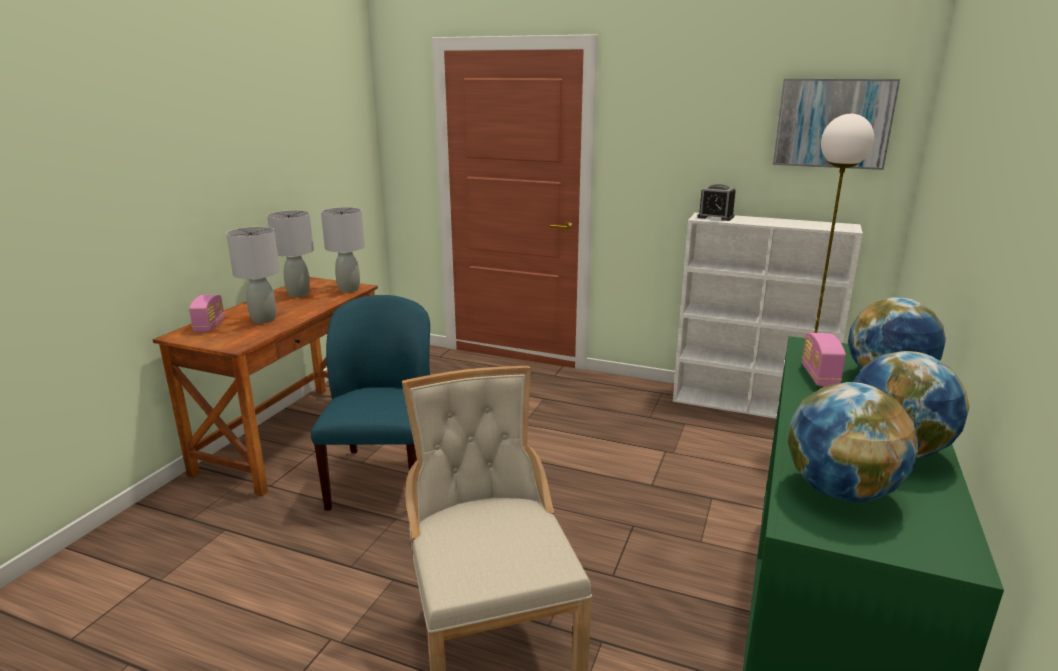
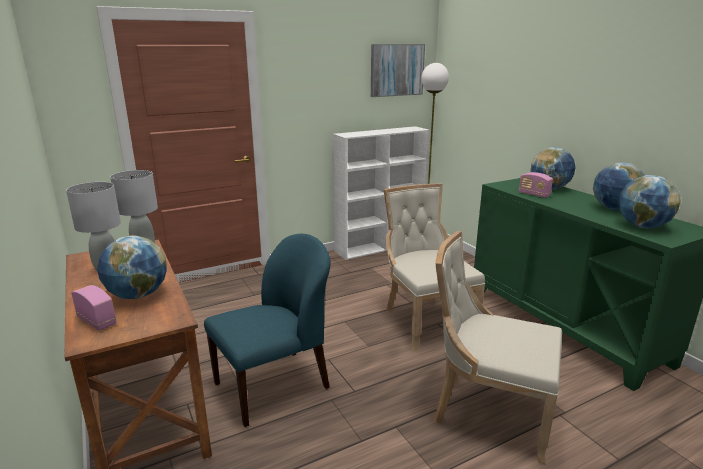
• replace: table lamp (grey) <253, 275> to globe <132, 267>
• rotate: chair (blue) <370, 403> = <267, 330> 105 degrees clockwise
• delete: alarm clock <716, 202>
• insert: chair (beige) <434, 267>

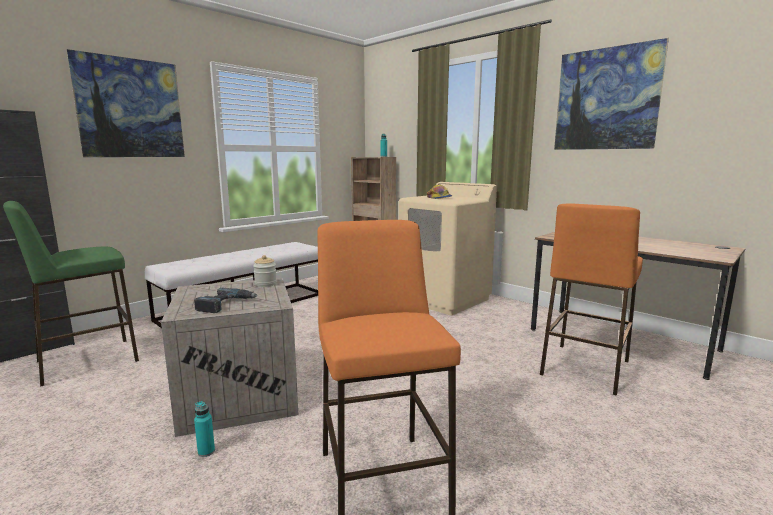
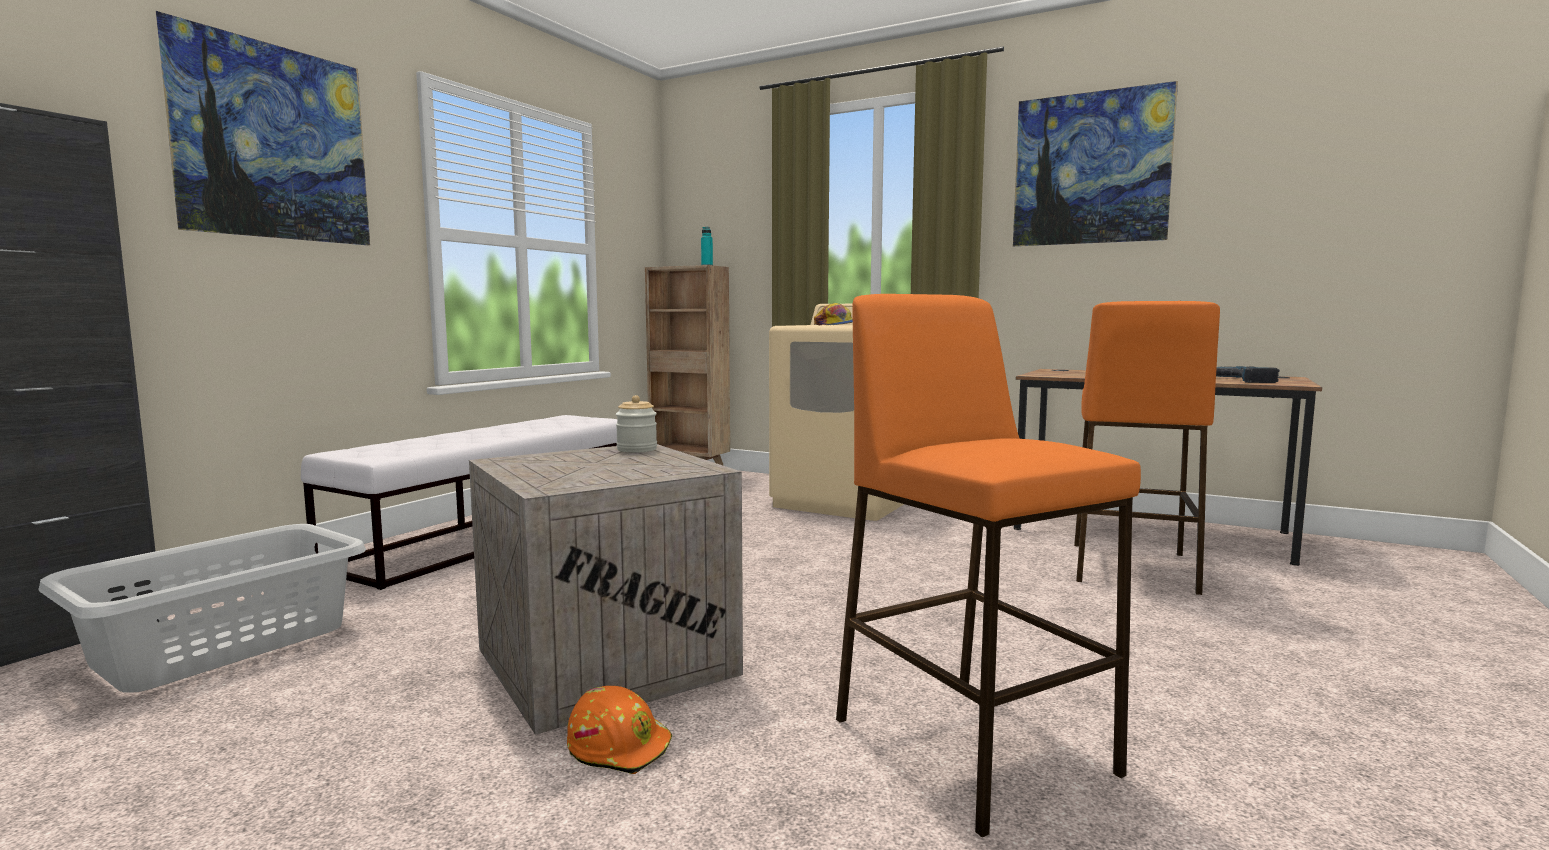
• replace: stool (green) <71, 294> to laundry basket (grey) <202, 608>
• move: power drill <226, 300> to <1248, 374>
• replace: bottle (turquoise) <204, 429> to hard hat (orange) <619, 730>

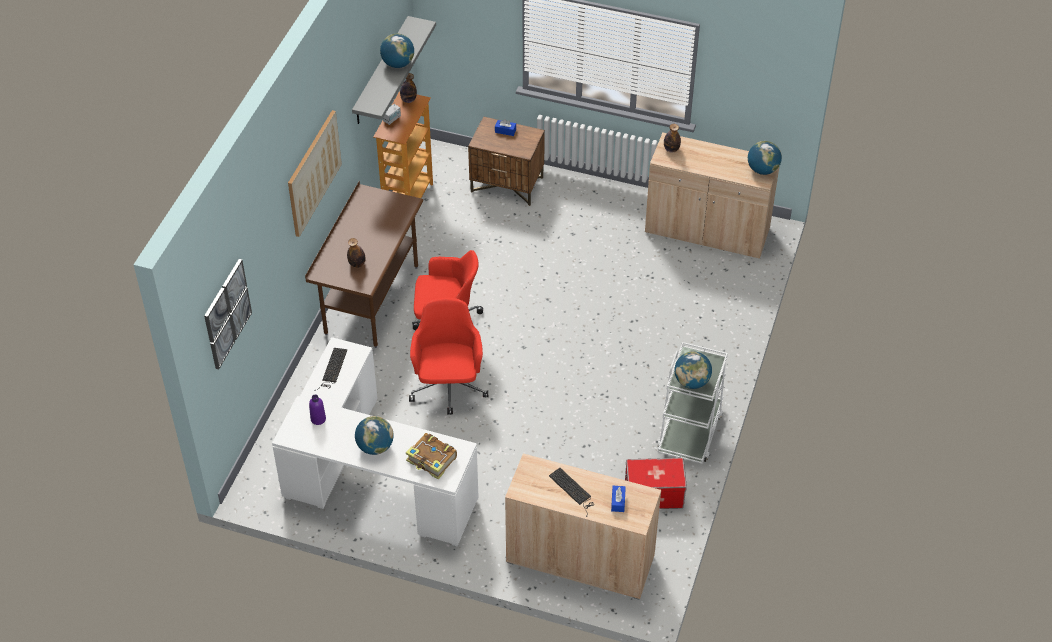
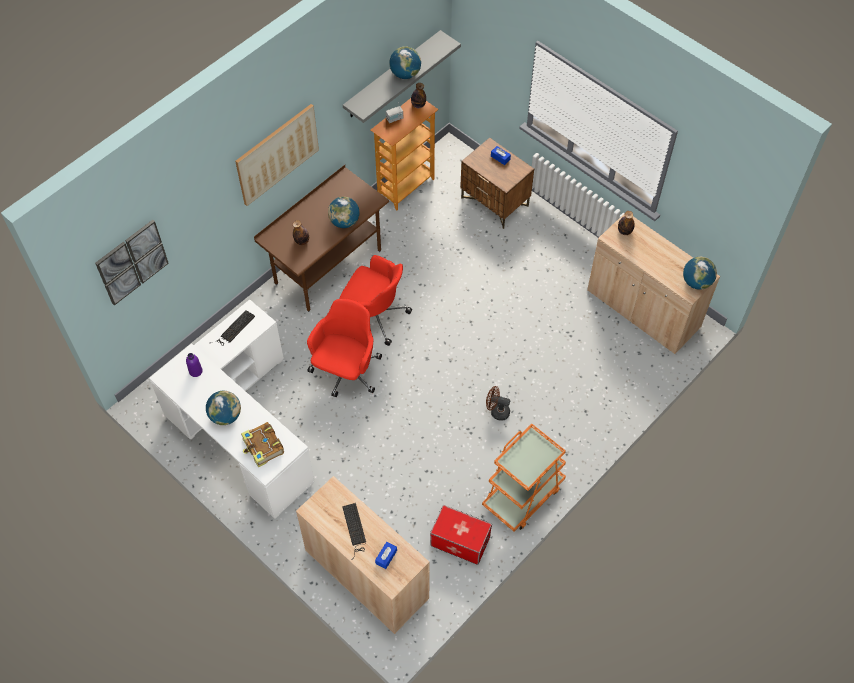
• recolor: cart (white) <692, 403> to cart (orange) <524, 477>
• move: globe <693, 370> to <343, 212>
• insert: fan (brown) <498, 403>

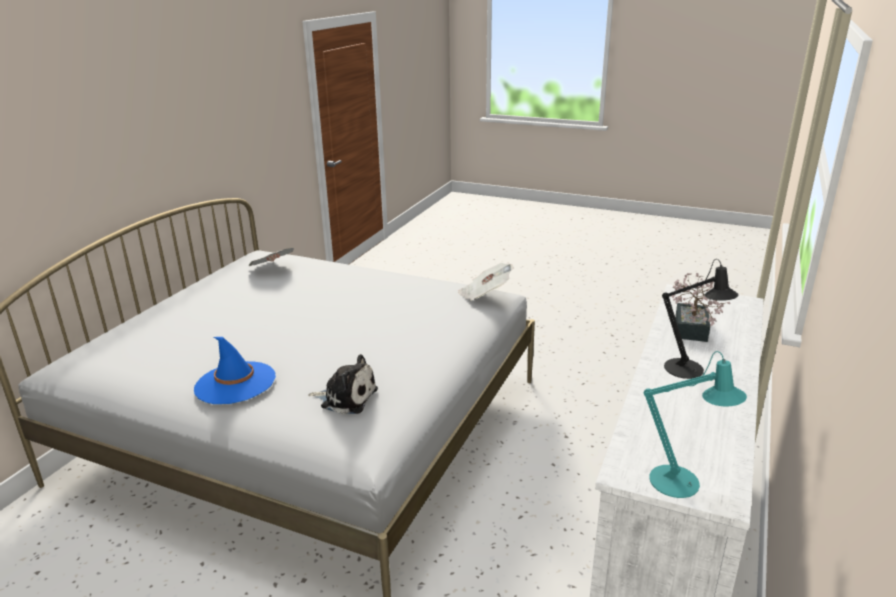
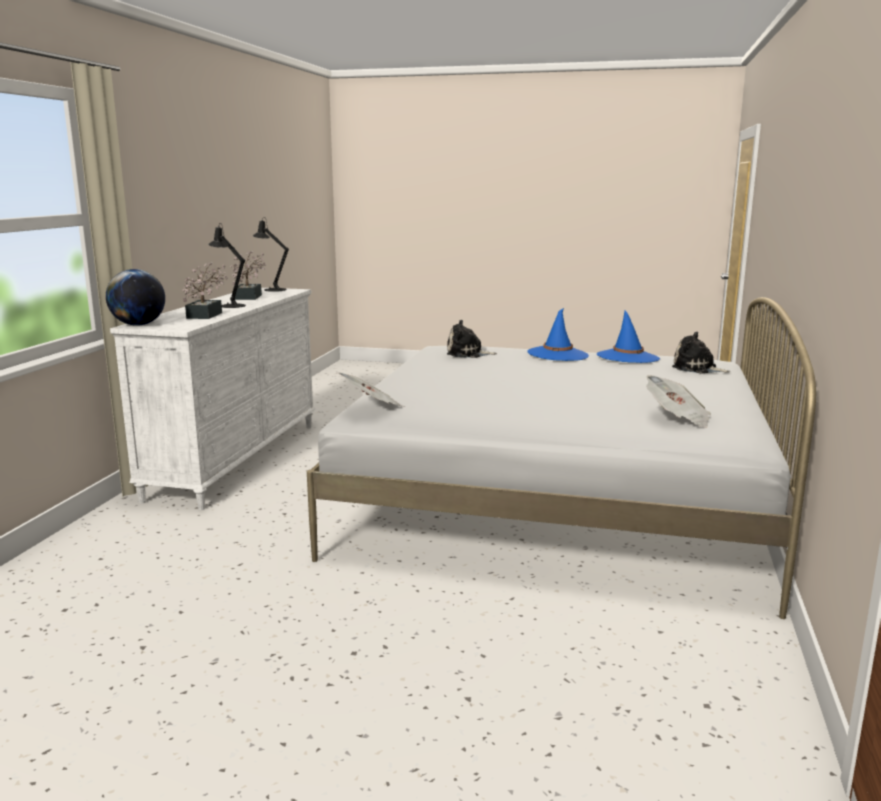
• recolor: table lamp (turquoise) <695, 424> to table lamp (black) <271, 254>
• insert: globe <135, 297>
• insert: potted plant <248, 275>
• insert: hat (blue) <628, 337>
• insert: plush toy <701, 352>

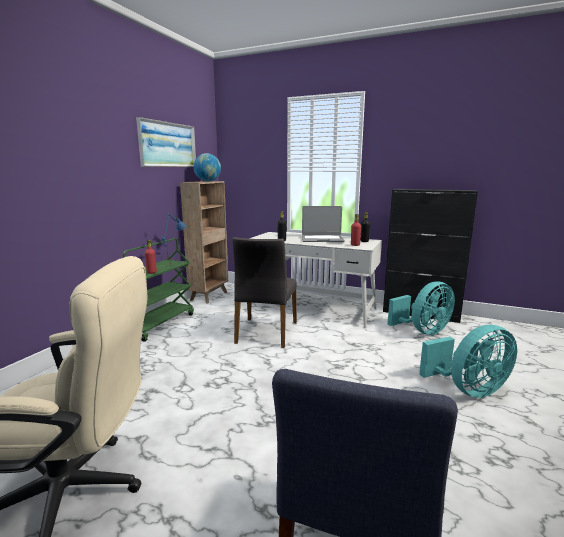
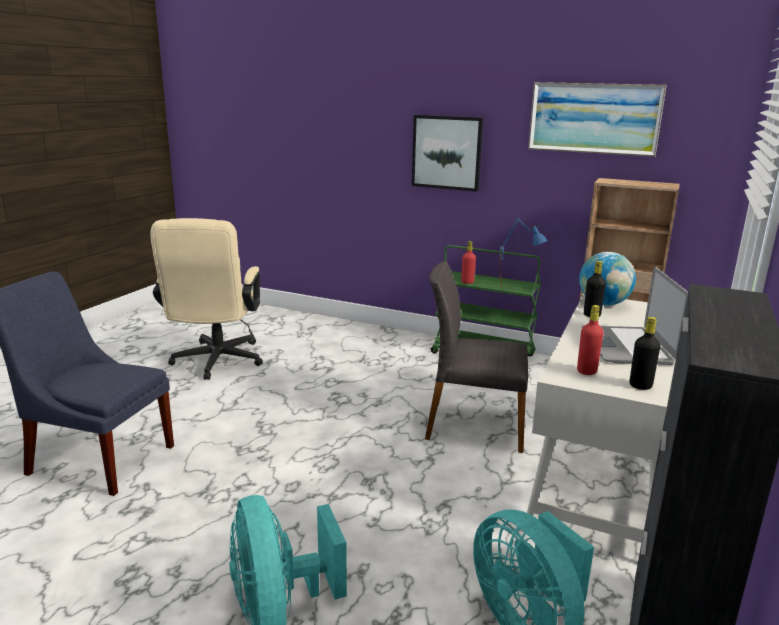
• move: globe <207, 167> to <607, 279>
• insert: picture <447, 153>

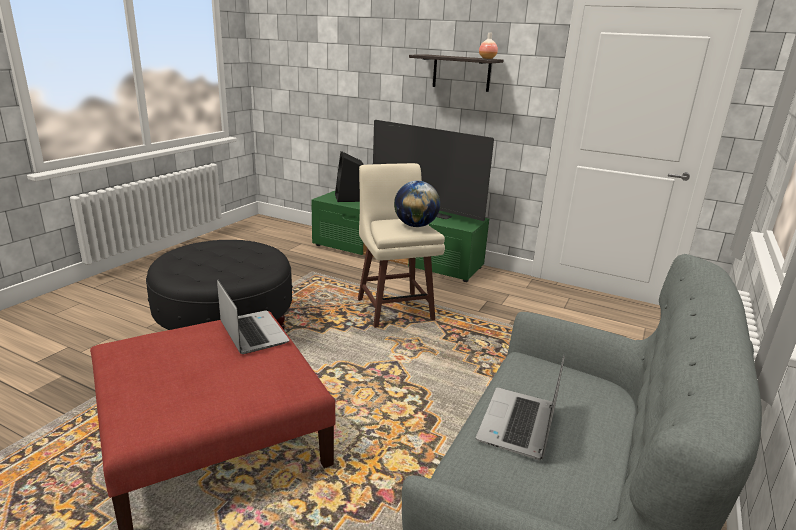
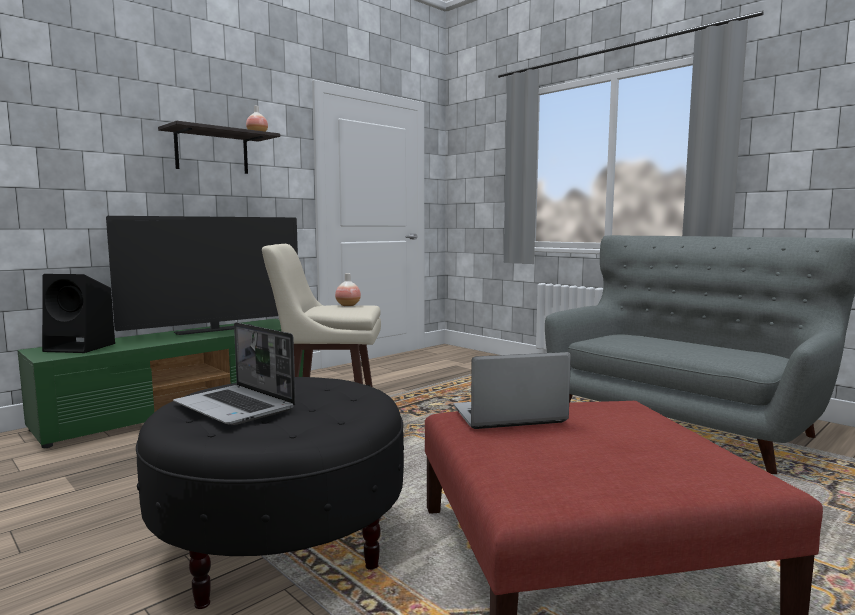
• replace: globe <417, 204> to vase <348, 289>
• move: laptop <520, 407> to <234, 373>

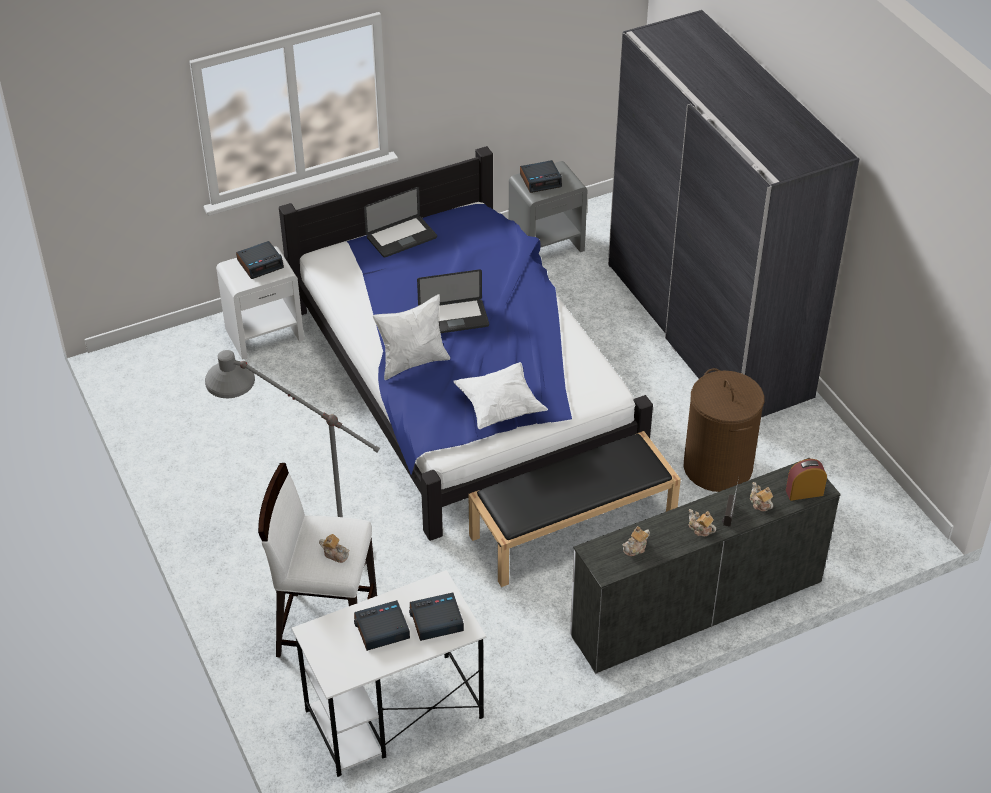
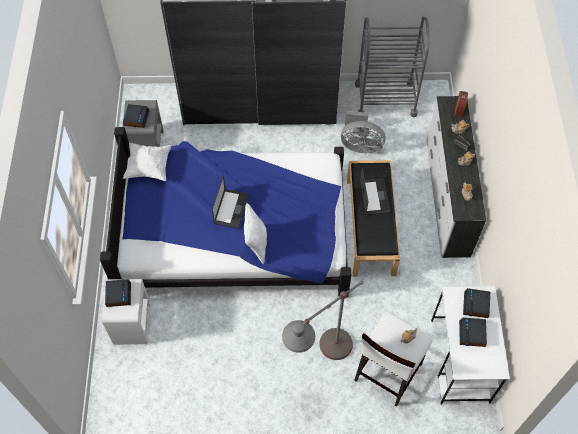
• move: laptop <400, 222> to <375, 191>
• move: pillow (white) <500, 395> to <147, 162>
• replace: laundry basket (brown) <724, 430> to fan (grey) <363, 131>
• insert: cart (grey) <392, 67>

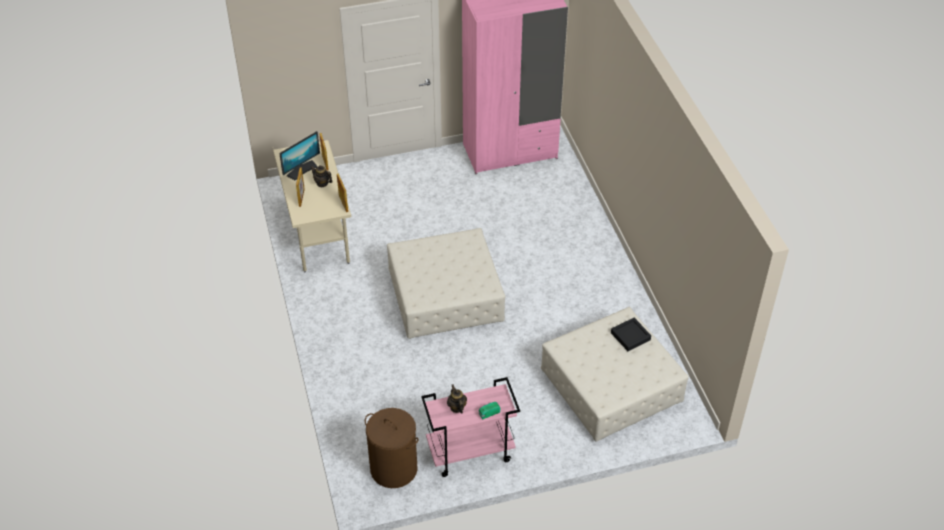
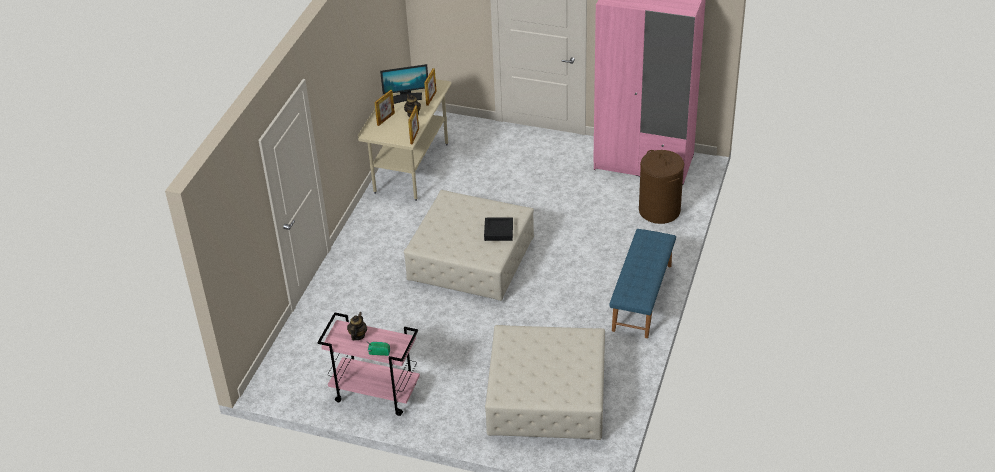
• move: laundry basket (brown) <392, 448> to <661, 187>
• move: tray (black) <631, 334> to <498, 229>
• insert: bench (blue) <642, 283>

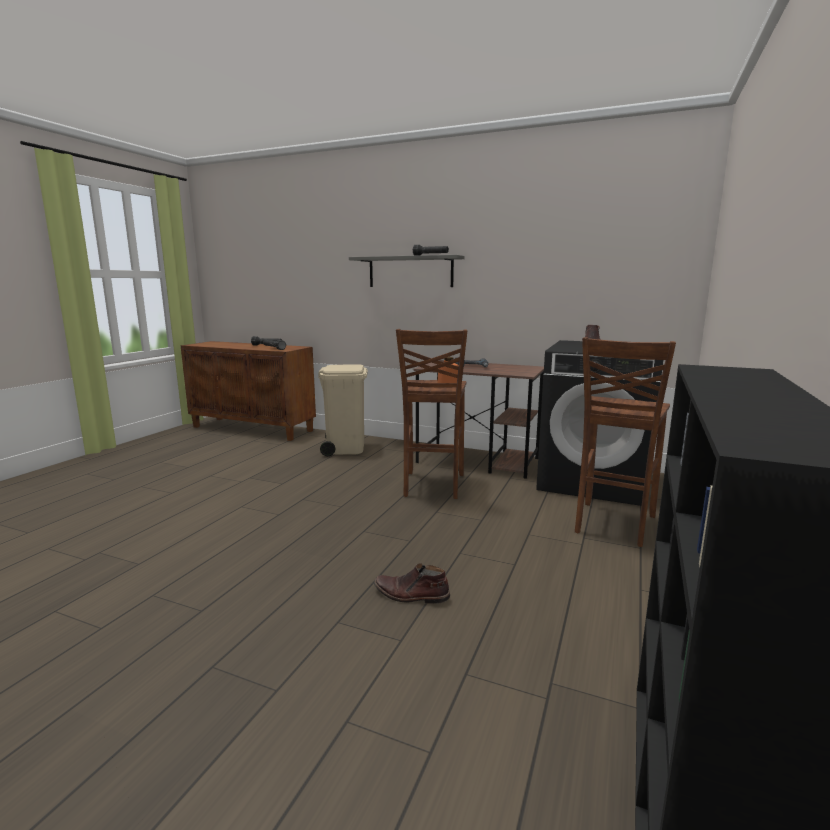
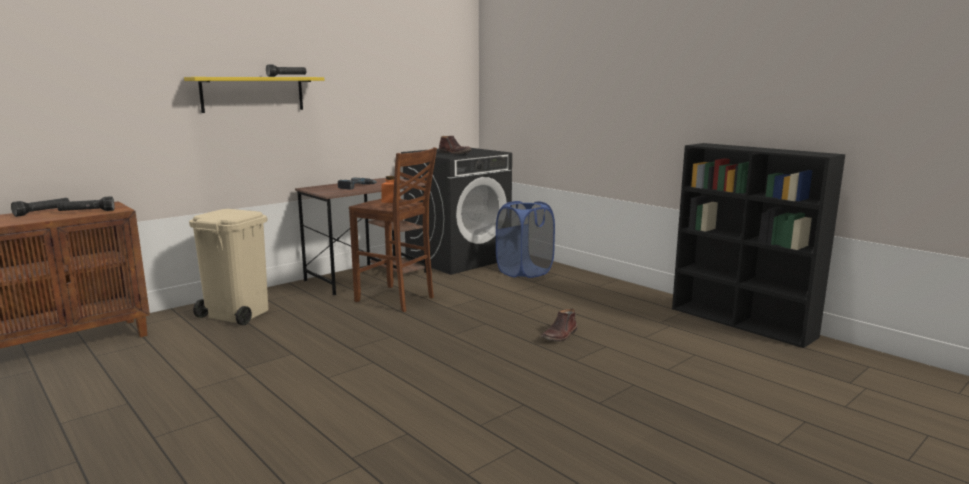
• recolor: shelf (grey) <407, 271> to shelf (yellow) <254, 95>
• replace: stool (brown) <625, 442> to laundry basket (blue) <525, 239>

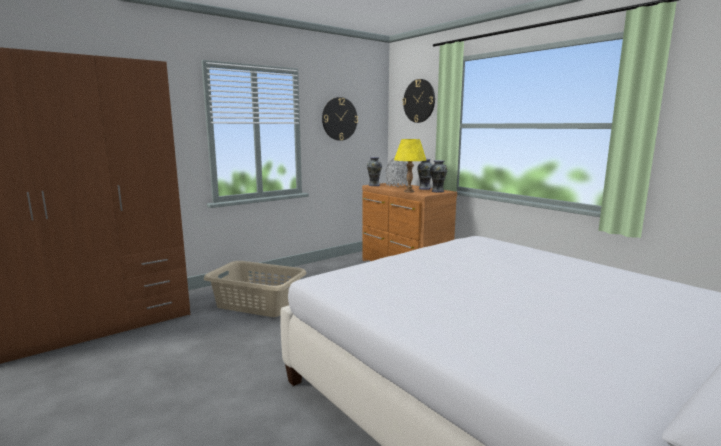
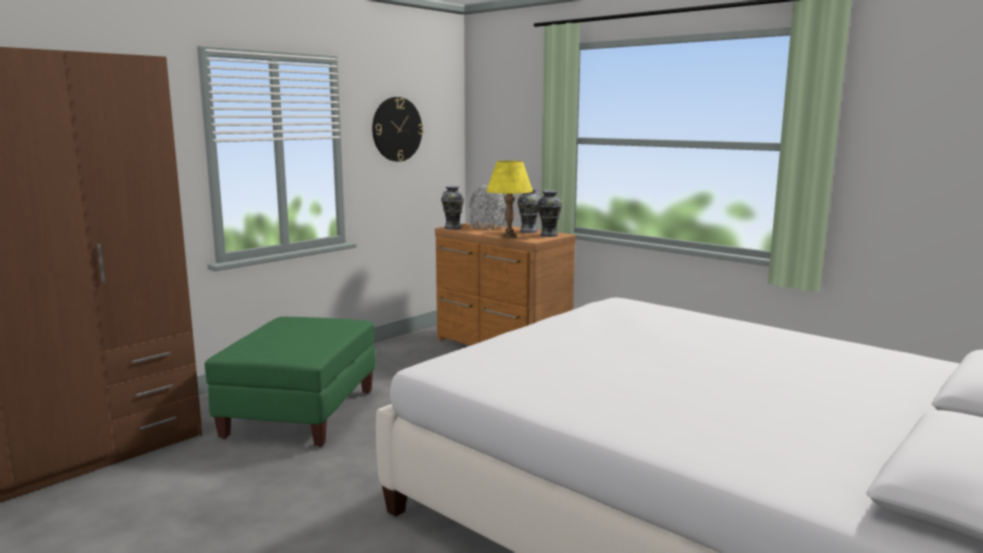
• replace: laundry basket (beige) <255, 289> to ottoman (green) <290, 382>
• delete: wall clock <419, 101>

